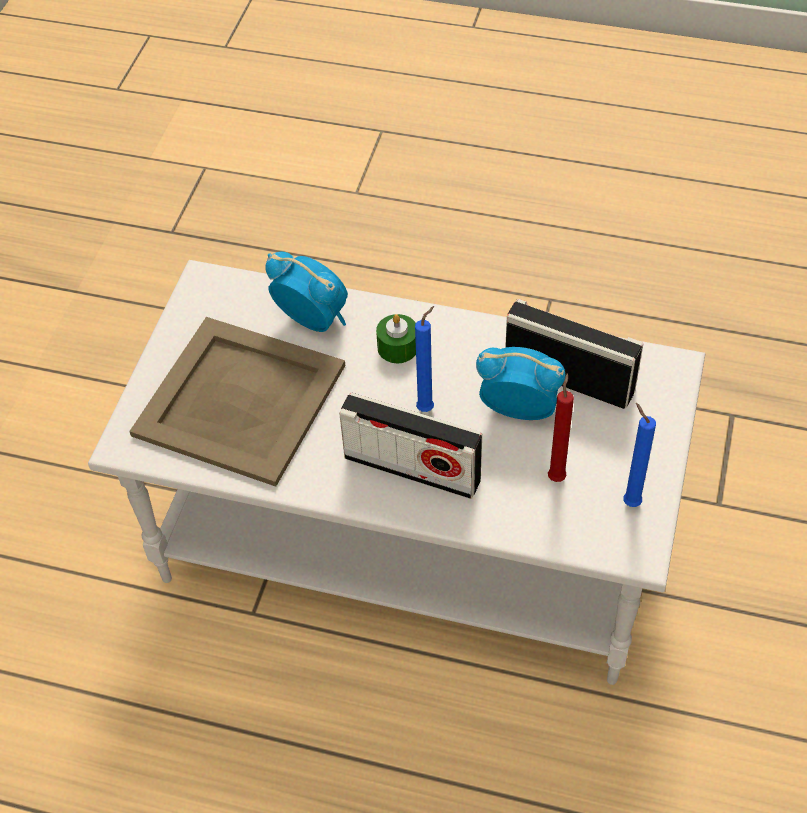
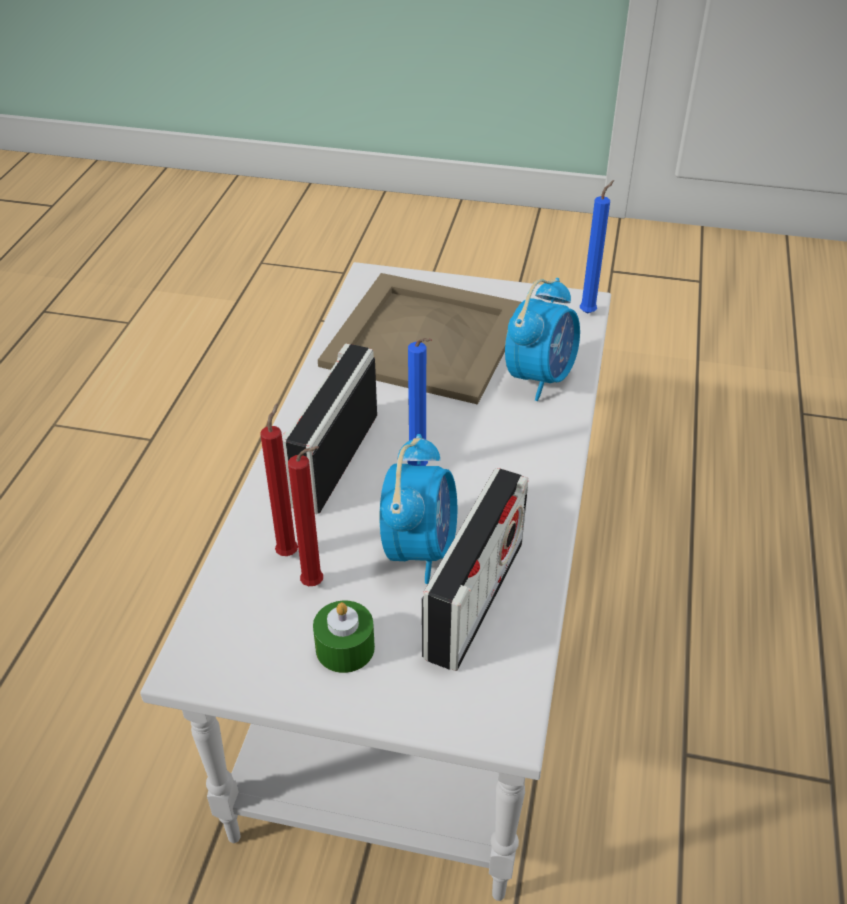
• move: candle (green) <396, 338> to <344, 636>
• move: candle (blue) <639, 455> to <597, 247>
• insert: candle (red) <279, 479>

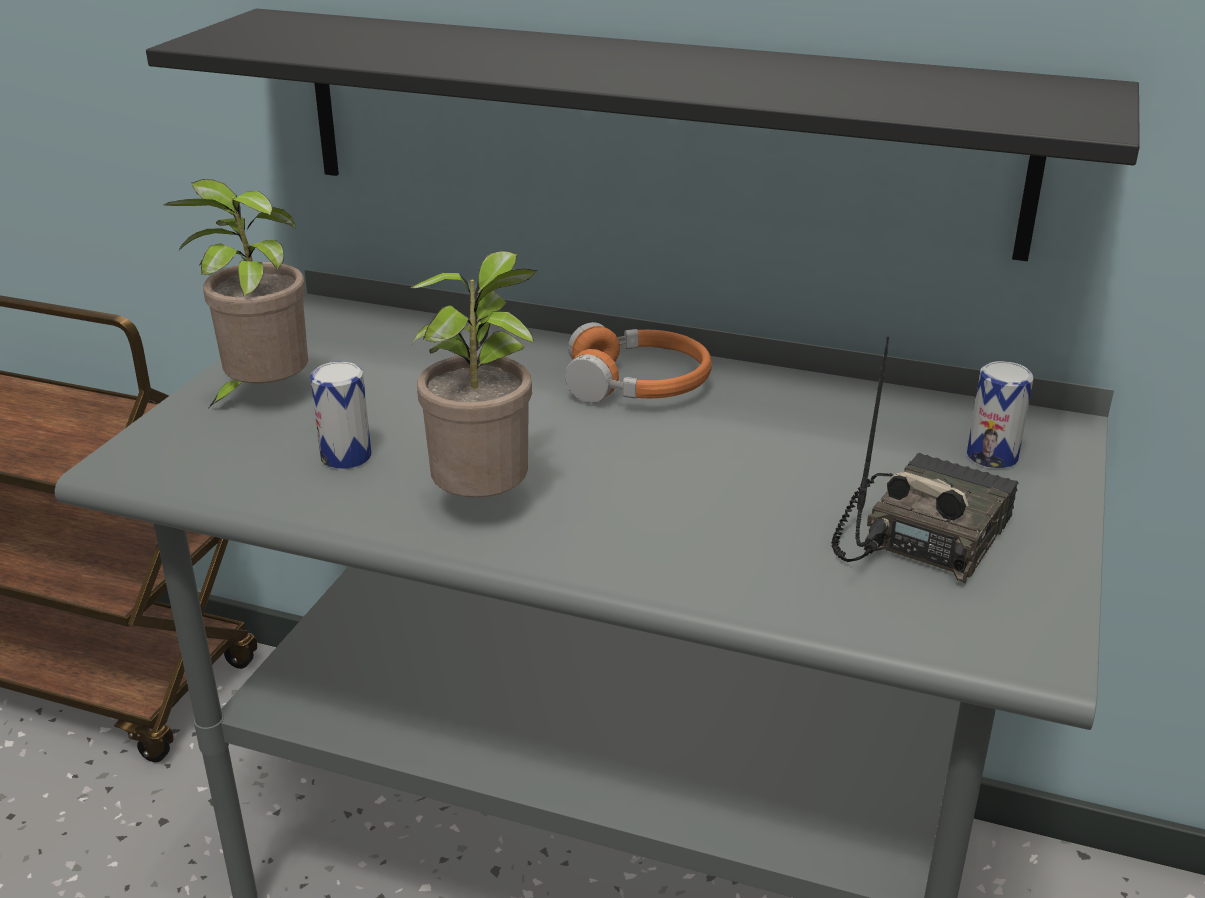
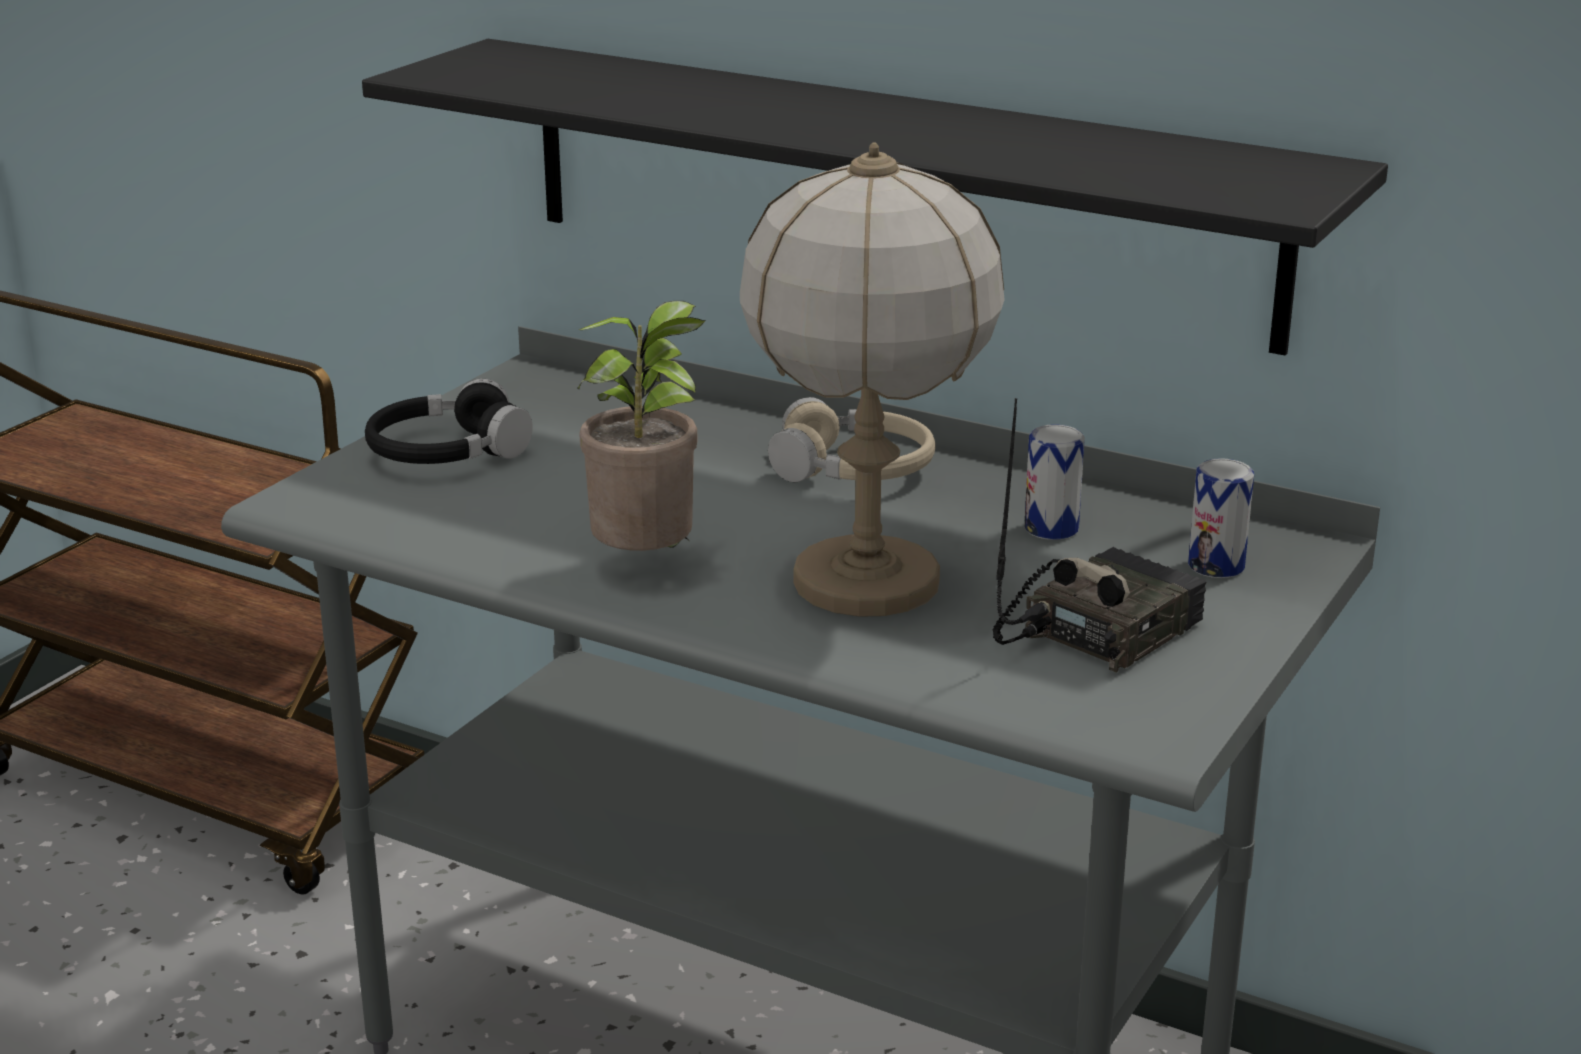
• replace: potted plant <236, 293> to headphones (black) <449, 421>
• move: can <341, 415> to <1054, 482>
• recolor: headphones (orange) <638, 362> to headphones (beige) <852, 439>
• insert: table lamp <872, 379>

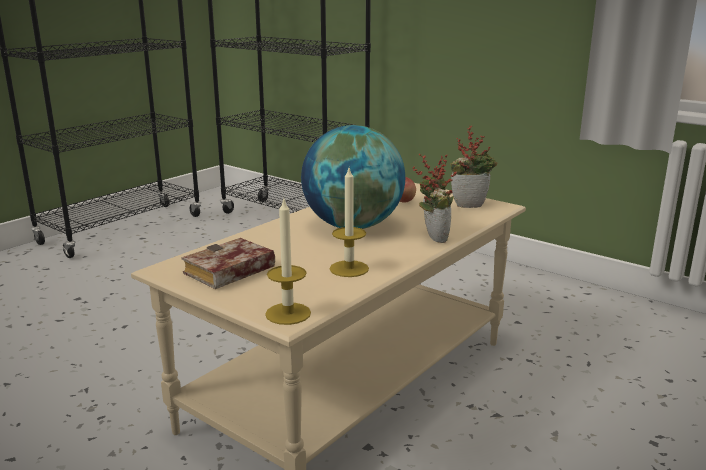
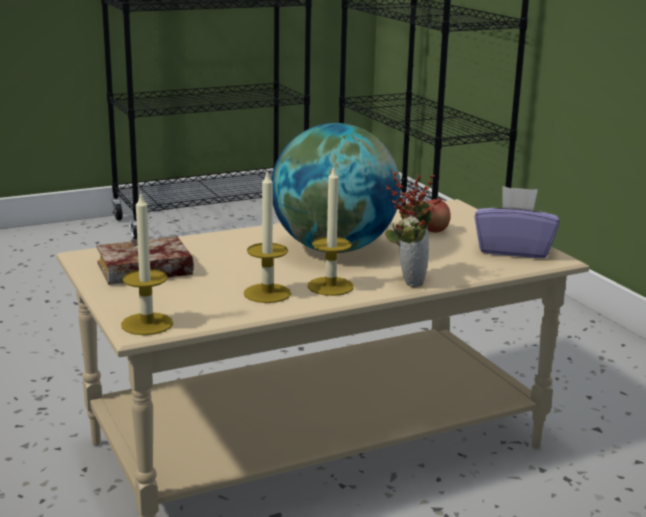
• replace: potted plant <473, 167> to tissue box (purple) <517, 222>
• insert: candle <331, 230>

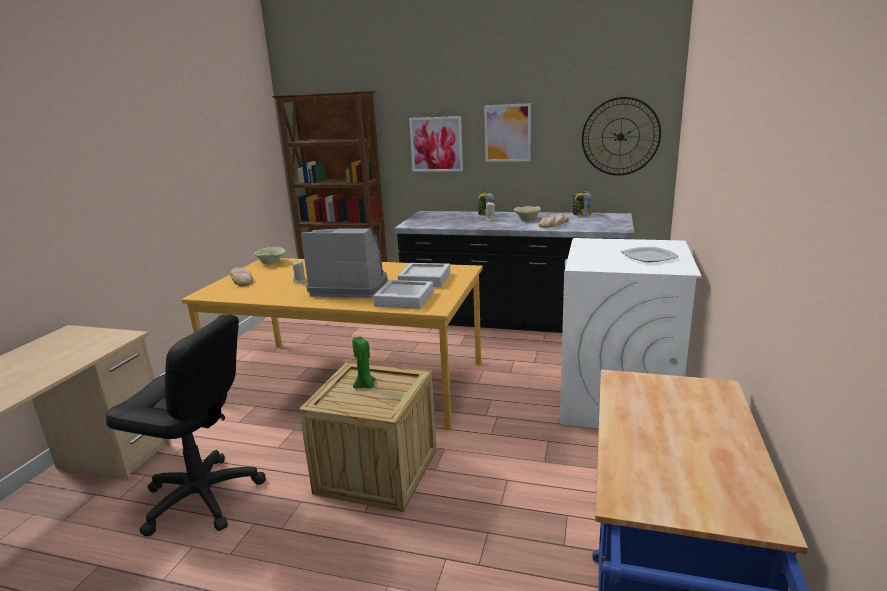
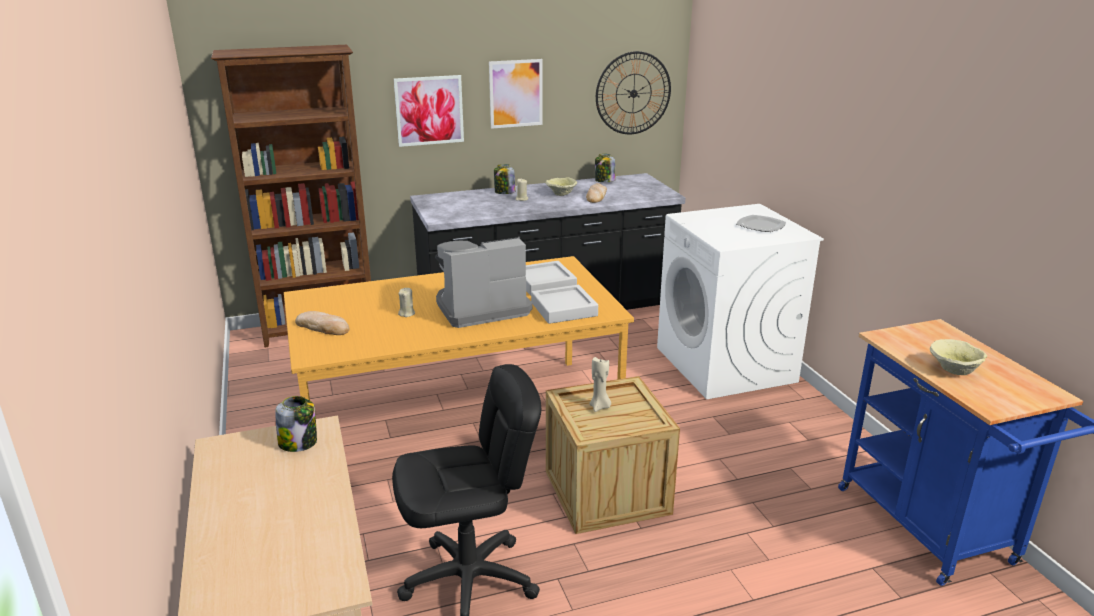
• move: bowl (beige) <270, 256> to <958, 357>
• recolor: candle (green) <364, 362> to candle (beige) <600, 384>
• insert: jar <296, 424>

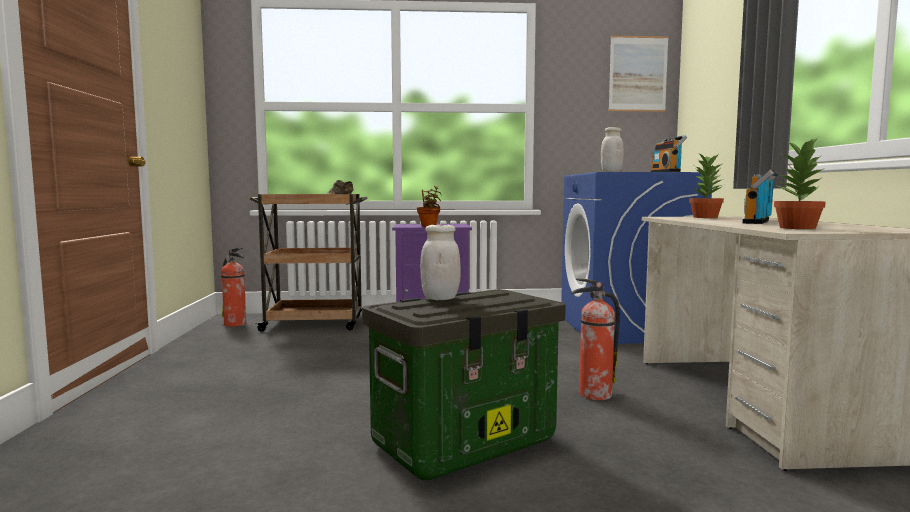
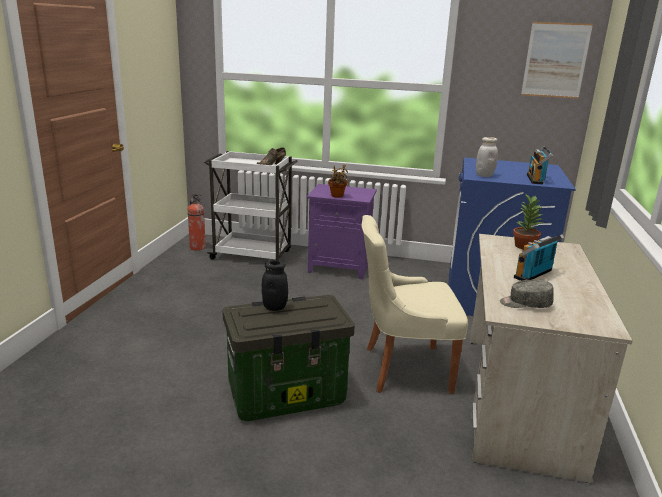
• recolor: cart (brown) <309, 263> to cart (white) <251, 206>
• recolor: jar (white) <440, 262> to jar (black) <275, 285>
• replace: fire extinguisher <595, 339> to chair (beige) <414, 304>
• replace: potted plant <800, 183> to cap (grey) <527, 294>

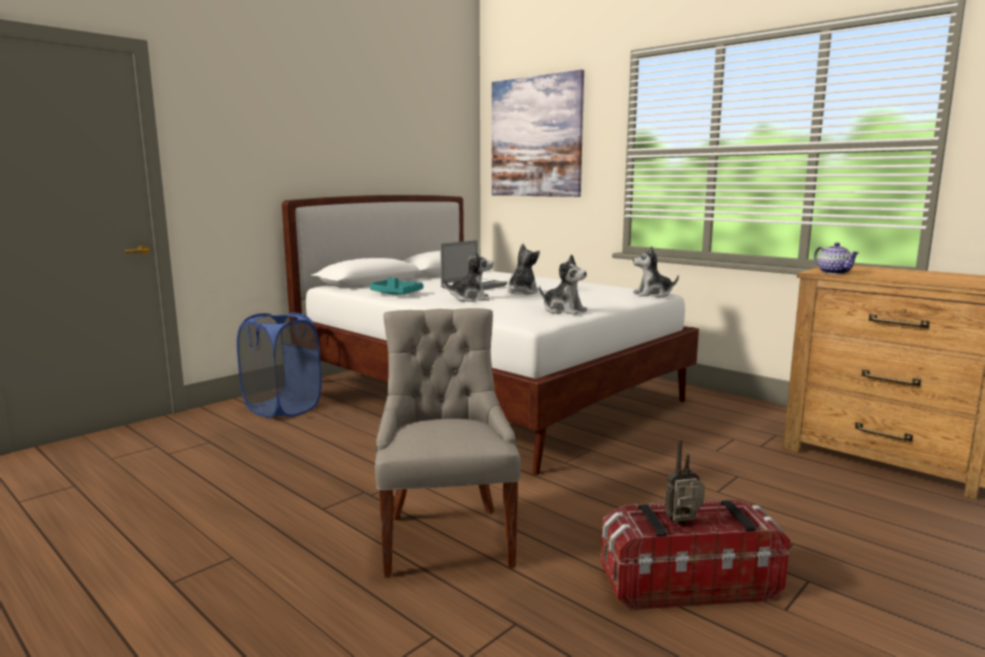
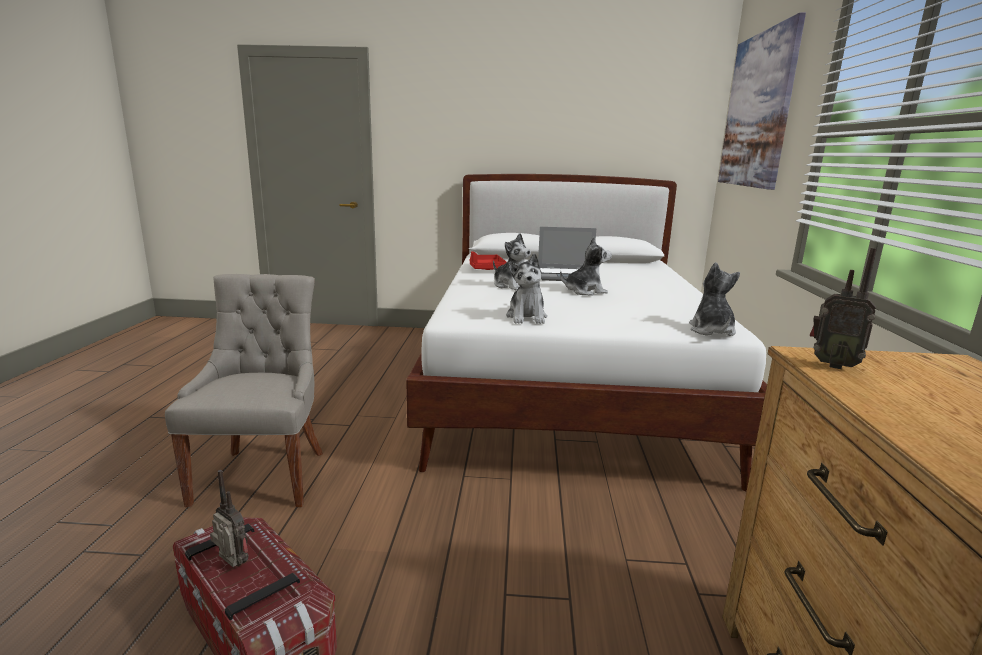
• delete: laundry basket (blue) <279, 365>
• recolor: tray (turquoise) <396, 286> to tray (red) <488, 260>
• rotate: chair (grey) <448, 442> = <244, 390> 45 degrees counterclockwise
• rotate: plush toy <656, 271> = <714, 299> 45 degrees clockwise
• replace: teapot <837, 258> to radio <843, 308>

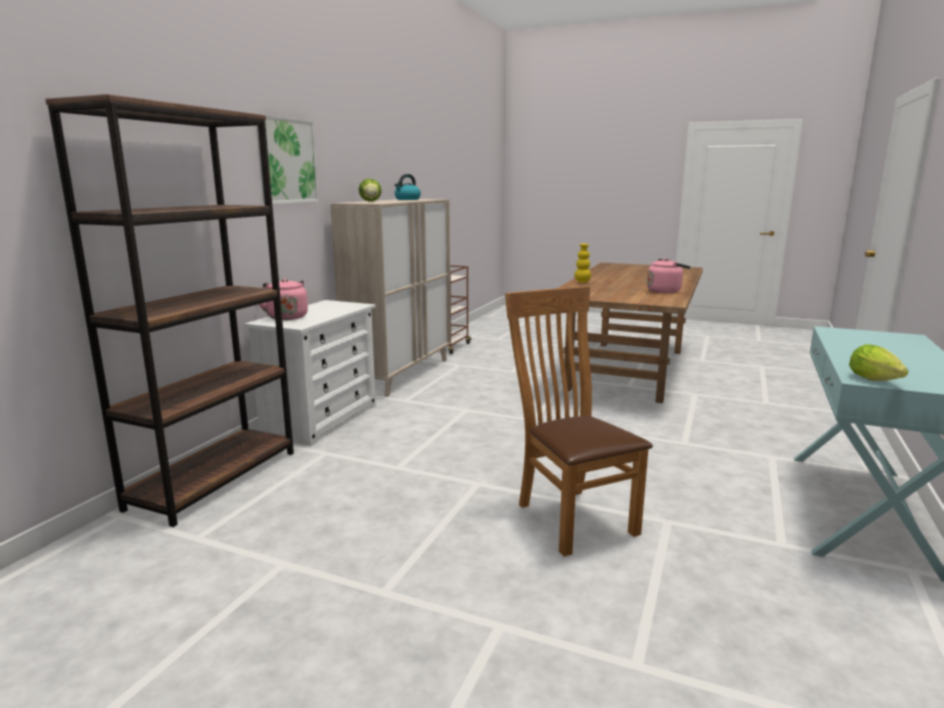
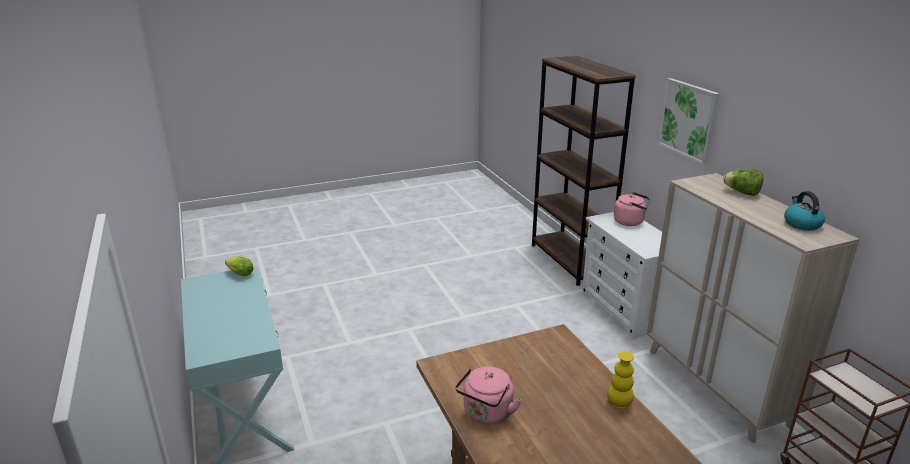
• delete: chair (brown) <579, 421>

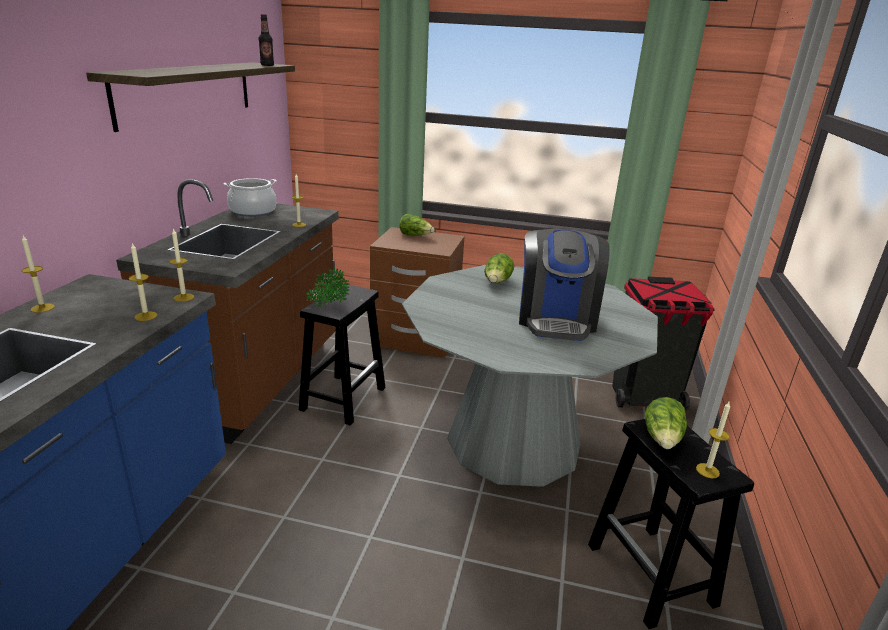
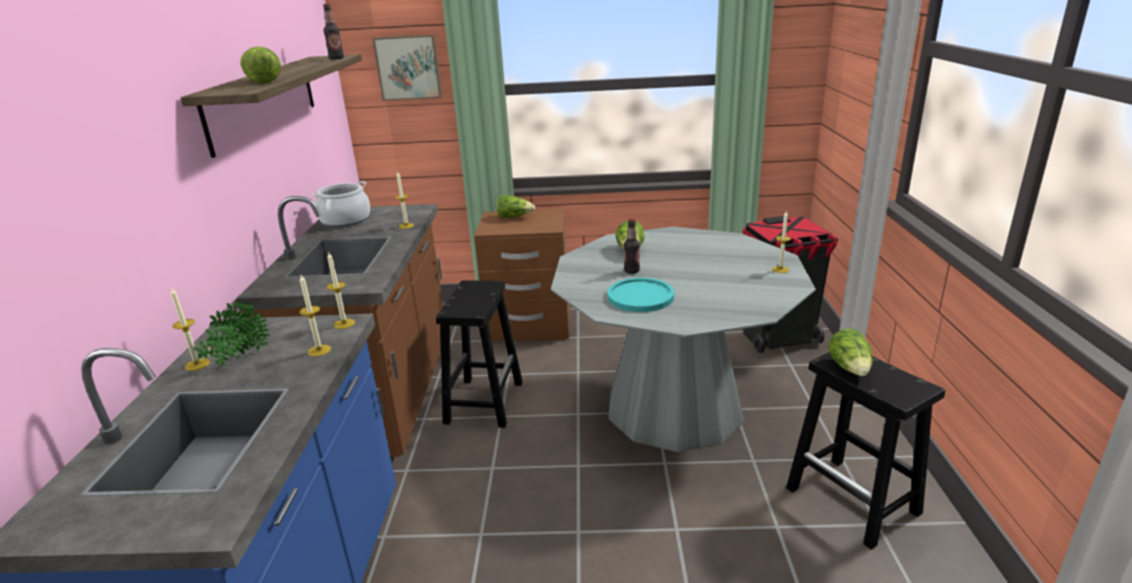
• move: potted plant <328, 288> to <232, 333>
• delete: coffee machine <564, 285>
• move: candle <713, 440> to <781, 241>
• insert: lettuce <260, 65>
• insert: picture <407, 68>
• insert: plate (turquoise) <641, 295>
• insert: bottle <632, 246>

